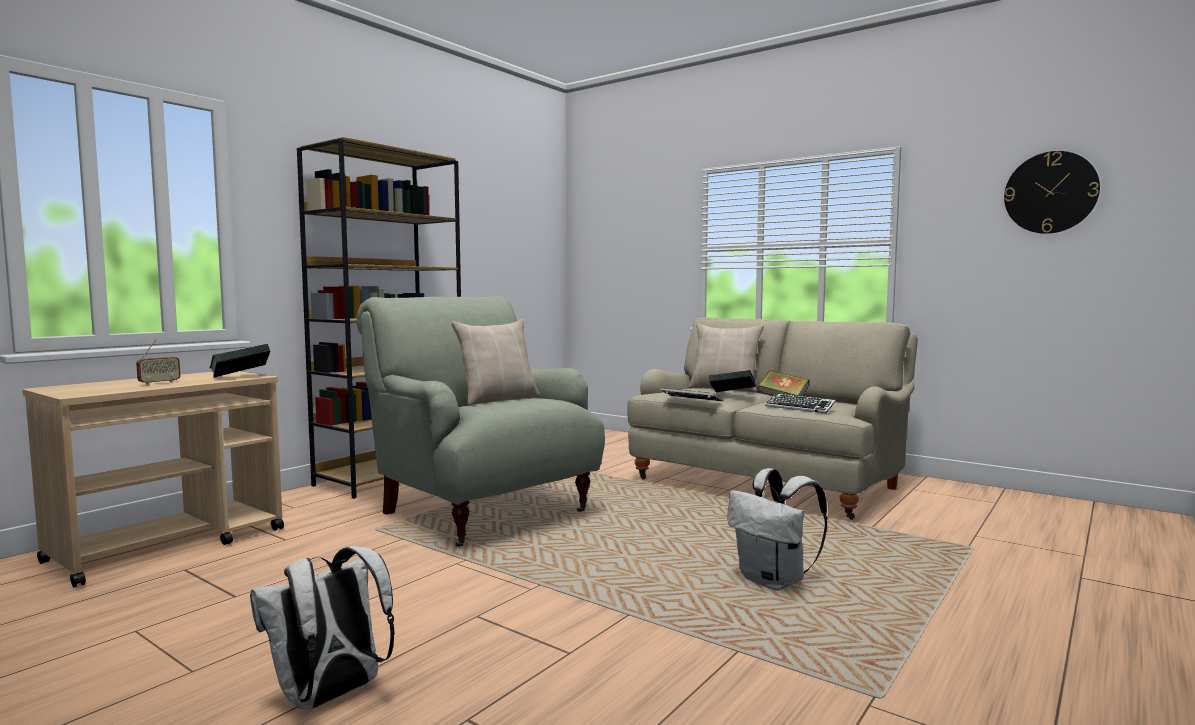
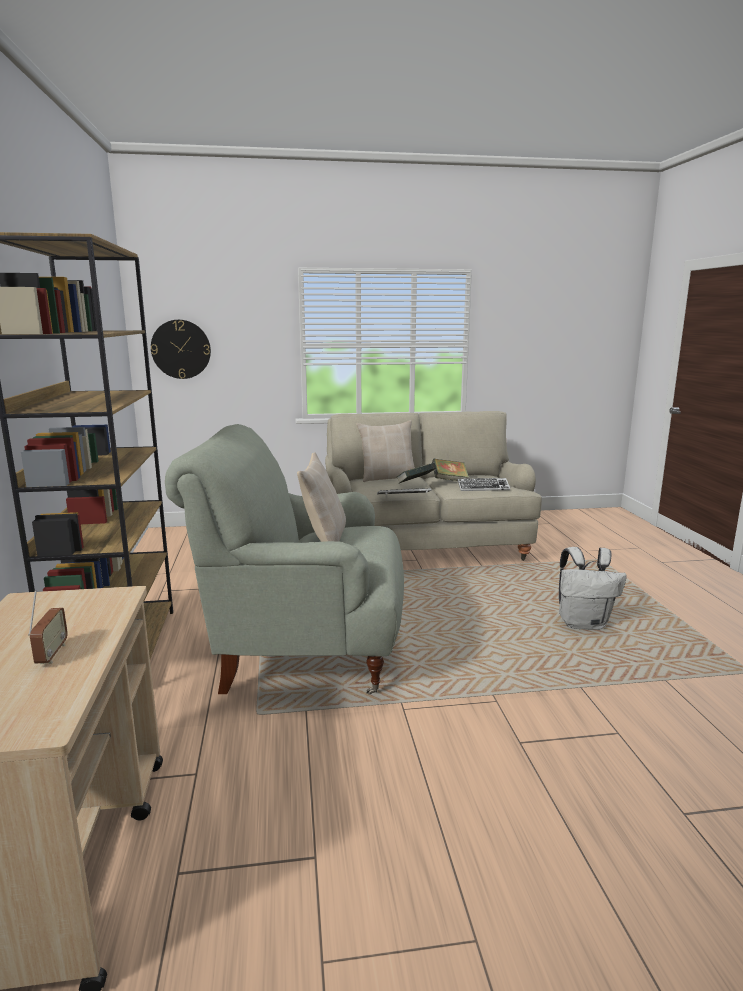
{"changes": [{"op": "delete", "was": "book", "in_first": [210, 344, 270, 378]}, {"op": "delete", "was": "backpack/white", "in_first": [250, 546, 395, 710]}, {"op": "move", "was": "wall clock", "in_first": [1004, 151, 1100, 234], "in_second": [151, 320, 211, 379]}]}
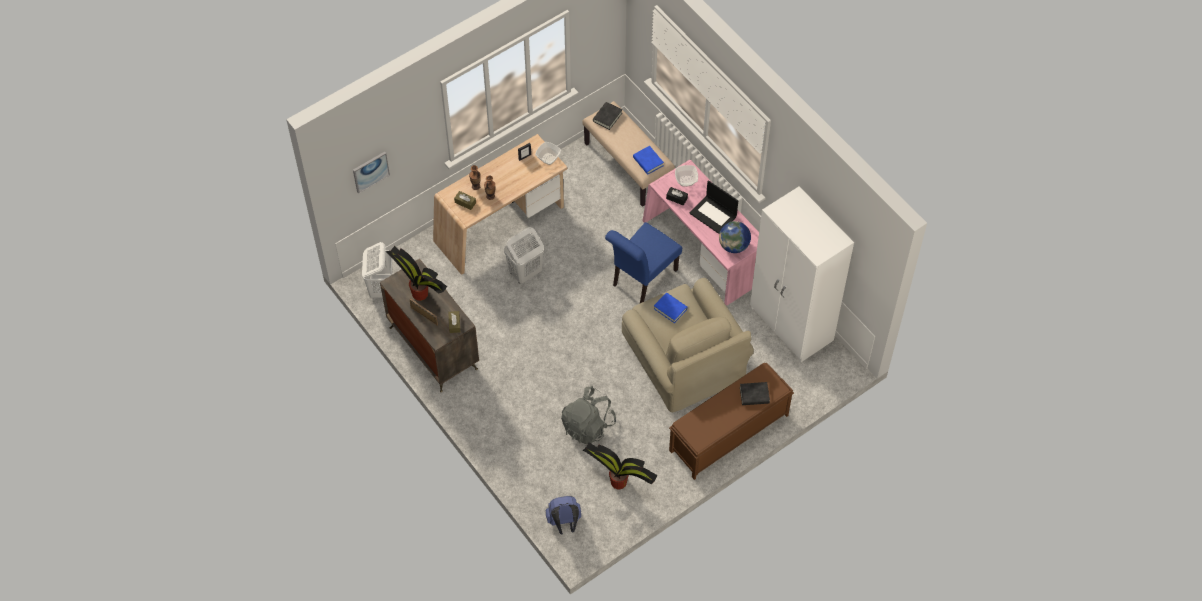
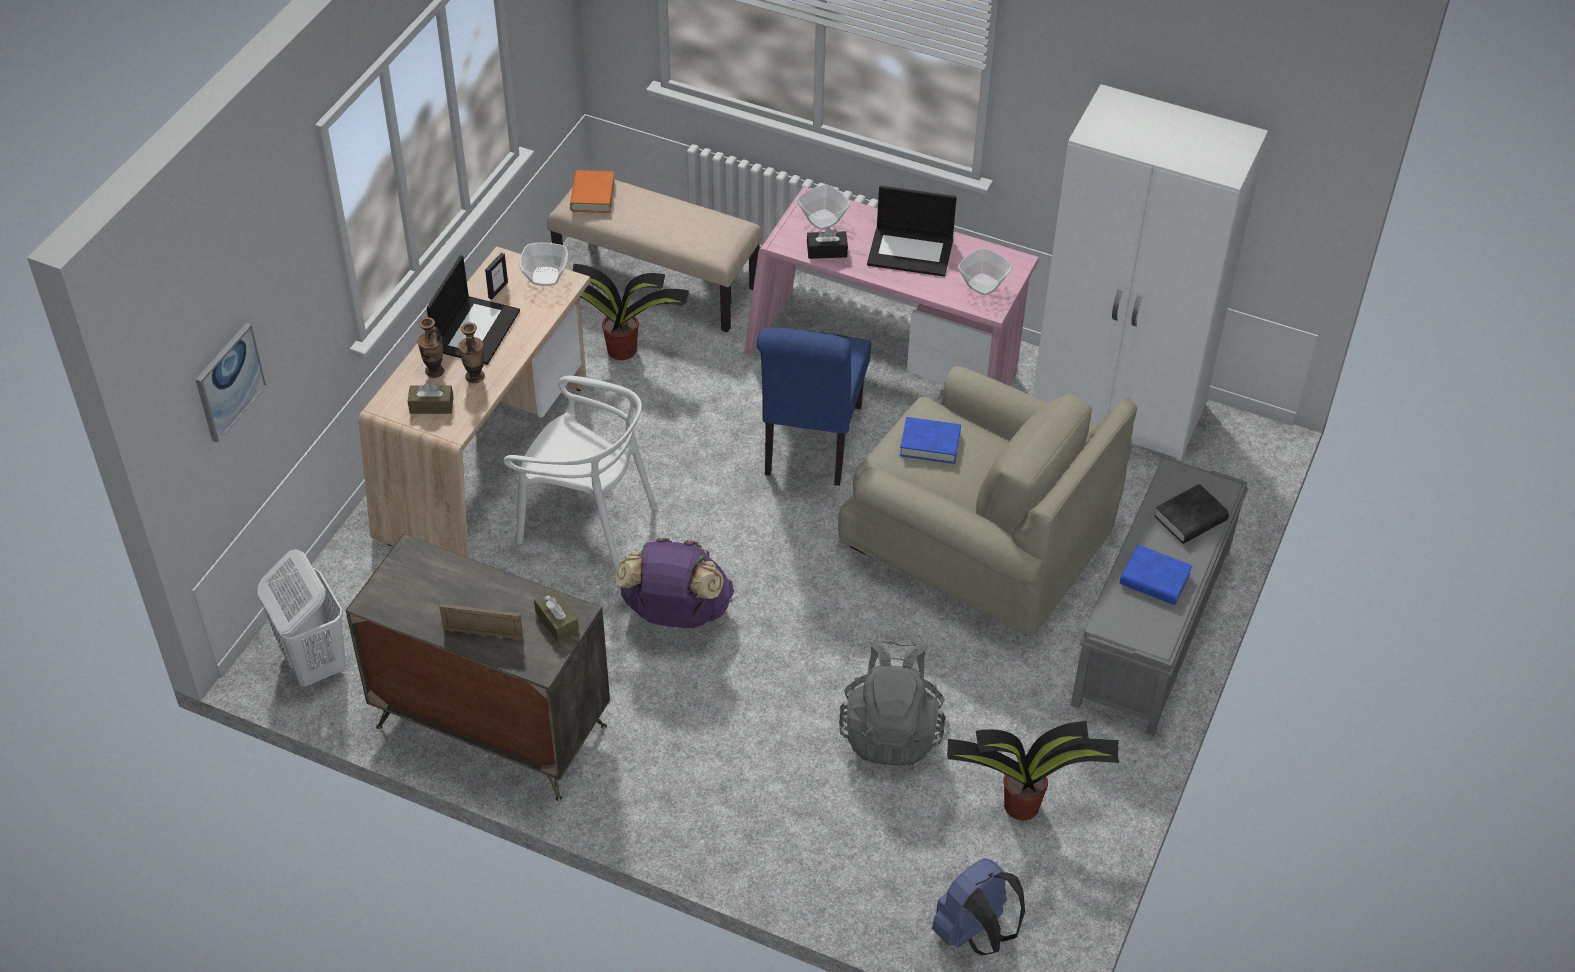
{"changes": [{"op": "move", "was": "plant in a pot", "in_first": [386, 246, 447, 301], "in_second": [573, 264, 689, 360]}, {"op": "replace", "was": "washing basket/white", "now": "plain chair/white", "in_first": [504, 227, 544, 284], "in_second": [503, 376, 657, 569]}, {"op": "recolor", "was": "book/black", "now": "book/orangey", "in_first": [593, 102, 622, 130], "in_second": [570, 170, 615, 213]}, {"op": "move", "was": "book/bluish", "in_first": [633, 146, 664, 175], "in_second": [1119, 545, 1193, 605]}, {"op": "recolor", "was": "bench/brown-coloured", "now": "bench/grey", "in_first": [669, 363, 794, 480], "in_second": [1071, 459, 1248, 736]}, {"op": "replace", "was": "desk globe", "now": "bowl", "in_first": [719, 221, 751, 253], "in_second": [958, 248, 1013, 295]}, {"op": "insert", "now": "notebook computer", "in_second": [427, 255, 520, 365]}, {"op": "insert", "now": "backpack/purplish", "in_second": [616, 538, 734, 628]}]}
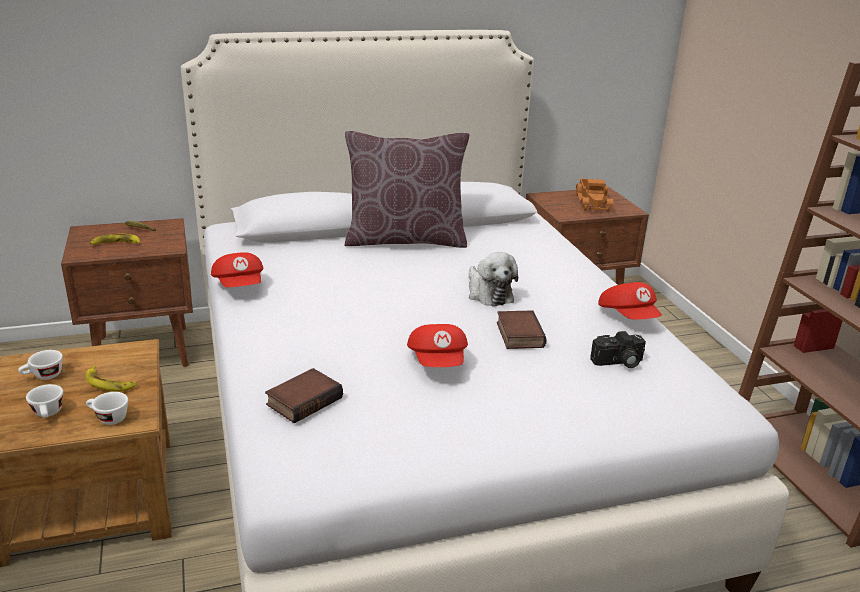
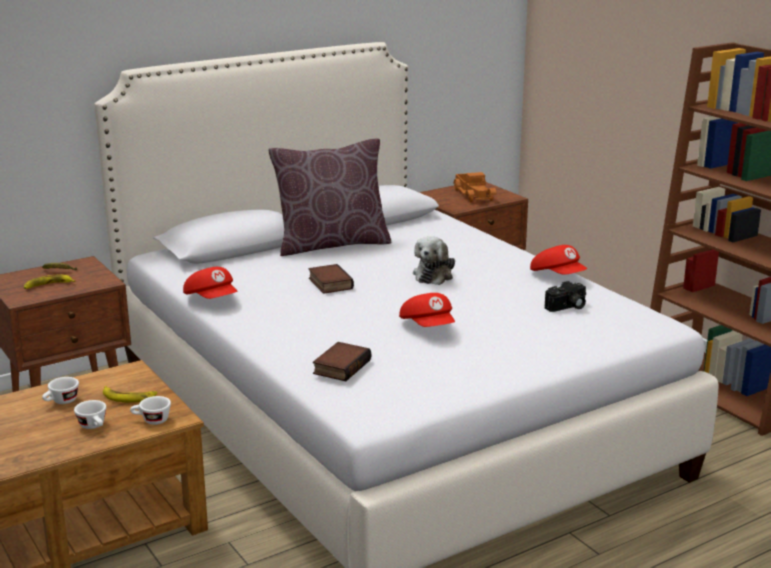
{"changes": [{"op": "rotate", "was": "cuddly toy", "in_first": [469, 252, 518, 307], "in_second": [413, 236, 455, 285], "clockwise": 60}, {"op": "move", "was": "book", "in_first": [497, 310, 547, 349], "in_second": [308, 264, 354, 294]}]}
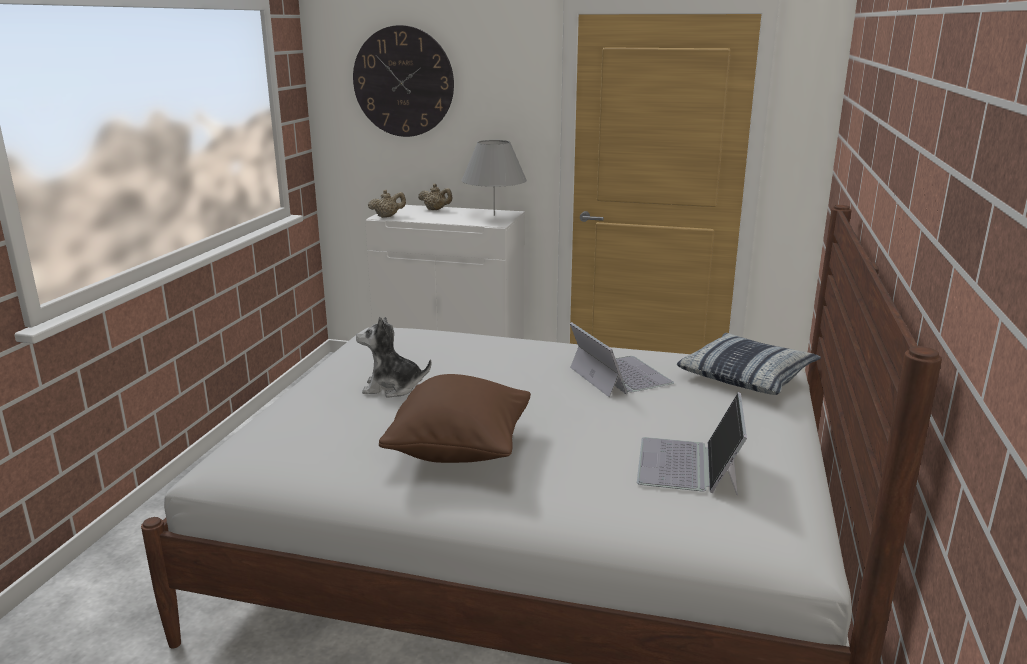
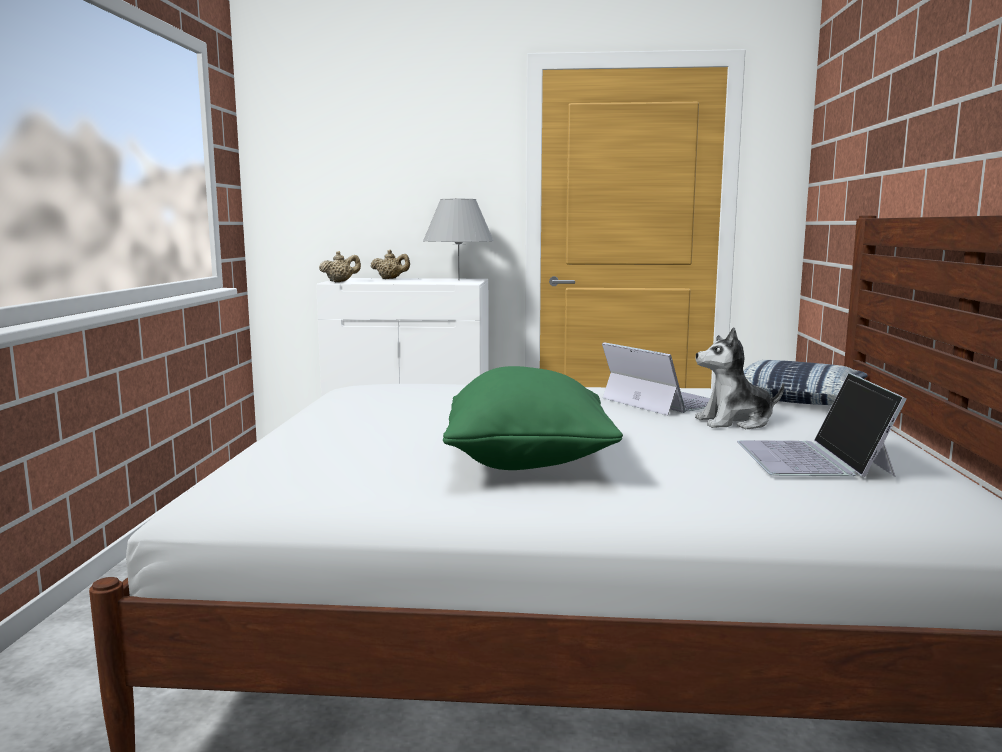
{"changes": [{"op": "delete", "was": "wall clock", "in_first": [353, 25, 454, 137]}, {"op": "move", "was": "cuddly toy", "in_first": [356, 317, 431, 398], "in_second": [695, 327, 784, 429]}, {"op": "recolor", "was": "cushion/brown-coloured", "now": "cushion/green", "in_first": [379, 374, 531, 463], "in_second": [443, 366, 623, 470]}]}
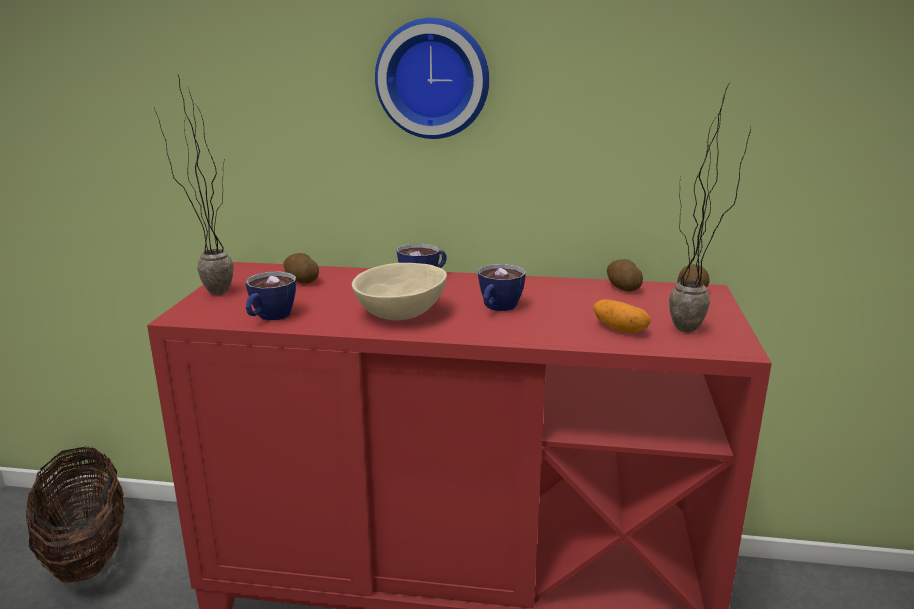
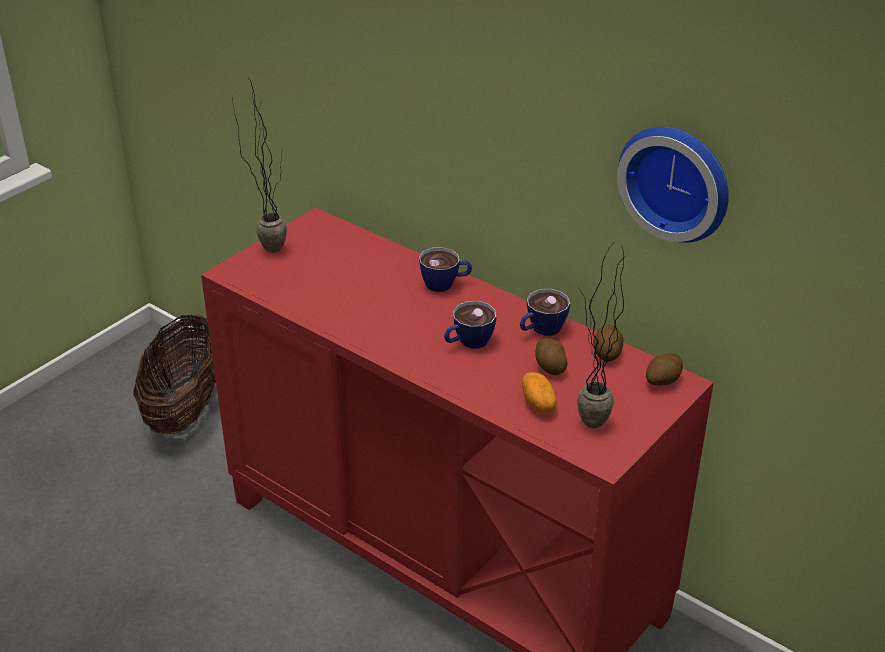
{"changes": [{"op": "move", "was": "drinking cup", "in_first": [246, 271, 296, 320], "in_second": [520, 289, 570, 336]}, {"op": "move", "was": "spud", "in_first": [284, 253, 319, 284], "in_second": [535, 338, 568, 375]}, {"op": "delete", "was": "bowl/sand-coloured", "in_first": [352, 263, 447, 321]}, {"op": "move", "was": "wall clock", "in_first": [375, 18, 489, 139], "in_second": [617, 127, 729, 243]}]}
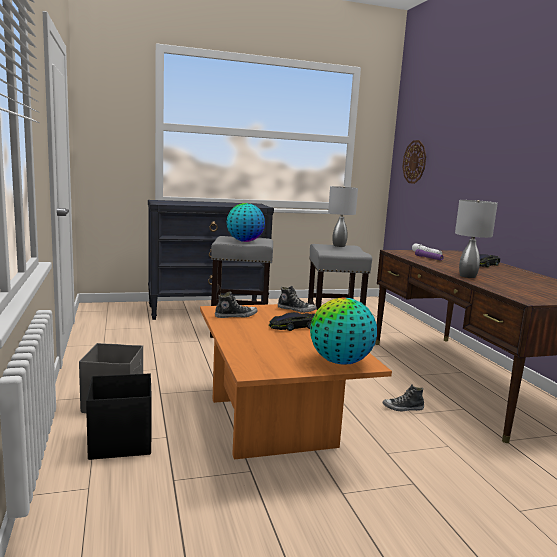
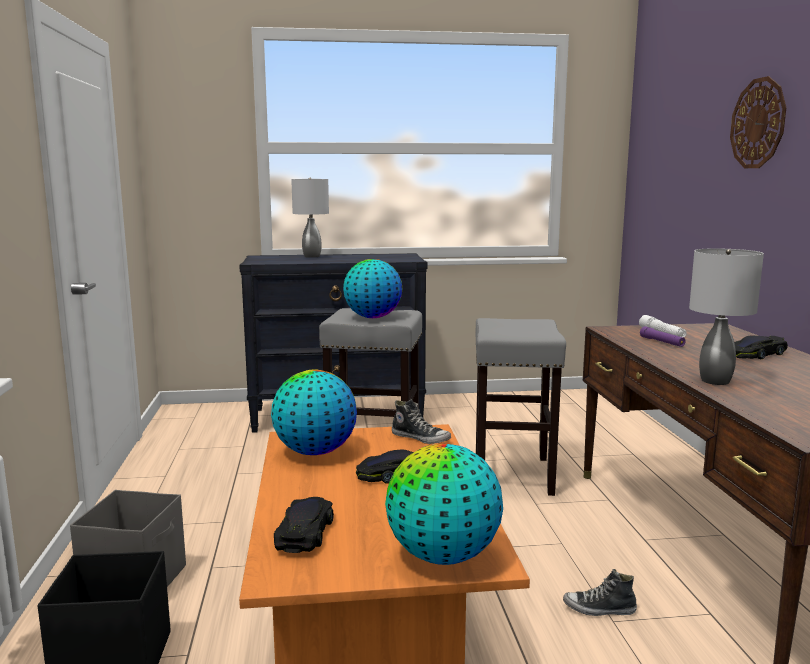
{"changes": [{"op": "replace", "was": "low shoe", "now": "desk globe", "in_first": [215, 291, 257, 318], "in_second": [271, 370, 357, 455]}, {"op": "move", "was": "table lamp/grey", "in_first": [328, 186, 358, 247], "in_second": [291, 178, 329, 258]}, {"op": "move", "was": "wall clock", "in_first": [402, 140, 426, 184], "in_second": [730, 76, 786, 168]}, {"op": "insert", "now": "toy car/black", "in_second": [274, 497, 334, 553]}]}
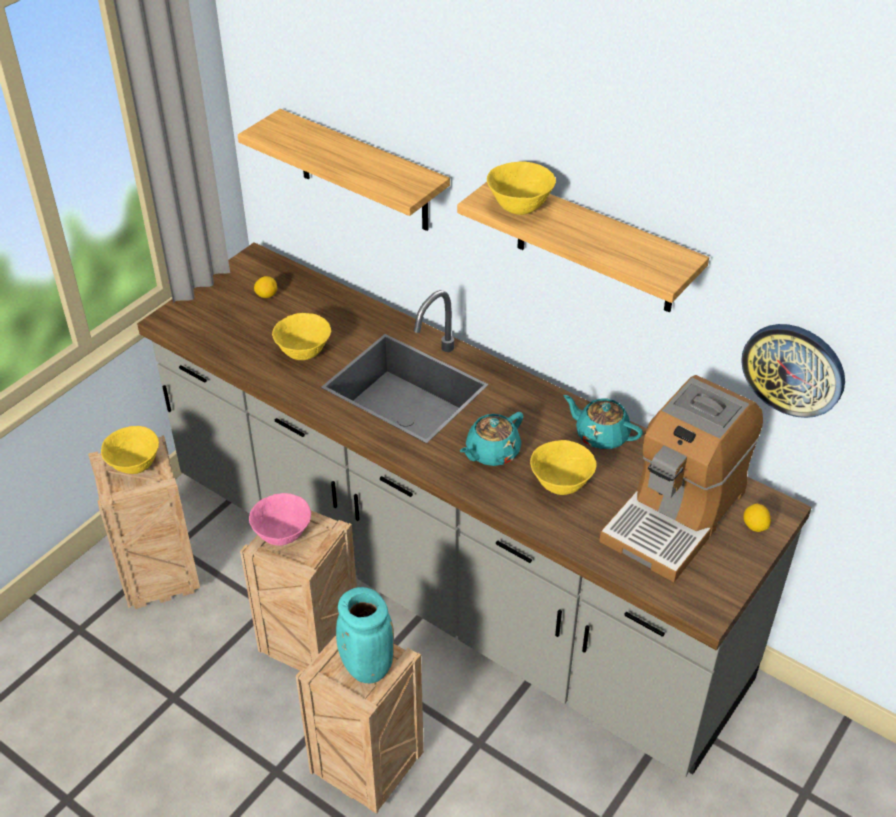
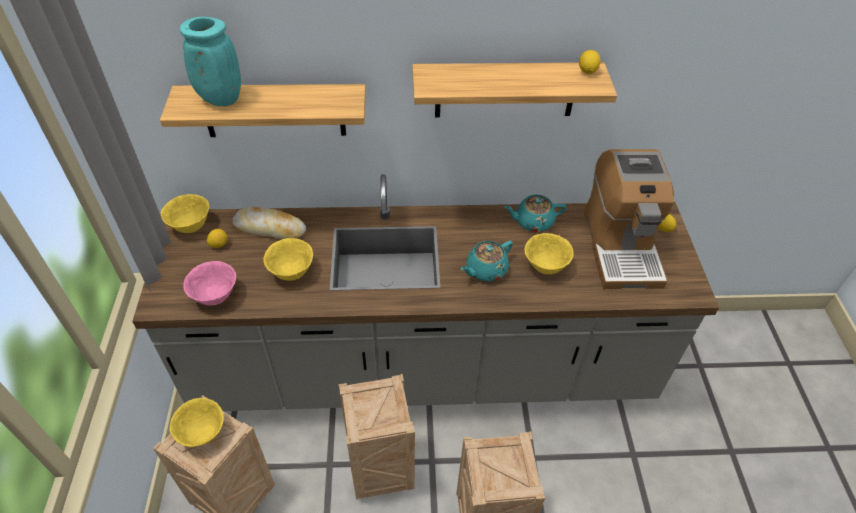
{"changes": [{"op": "move", "was": "bowl/pink", "in_first": [249, 493, 311, 546], "in_second": [183, 261, 236, 306]}, {"op": "move", "was": "flower vase/blue-green", "in_first": [336, 587, 394, 683], "in_second": [180, 17, 241, 106]}, {"op": "rotate", "was": "teapot/blue-green", "in_first": [460, 412, 524, 466], "in_second": [461, 241, 513, 281], "clockwise": 45}, {"op": "move", "was": "bowl/yellowish", "in_first": [487, 162, 556, 215], "in_second": [161, 194, 209, 233]}, {"op": "delete", "was": "wall clock", "in_first": [741, 324, 845, 418]}, {"op": "insert", "now": "bakery bread", "in_second": [233, 207, 306, 239]}, {"op": "insert", "now": "whole lemon", "in_second": [579, 50, 601, 74]}]}
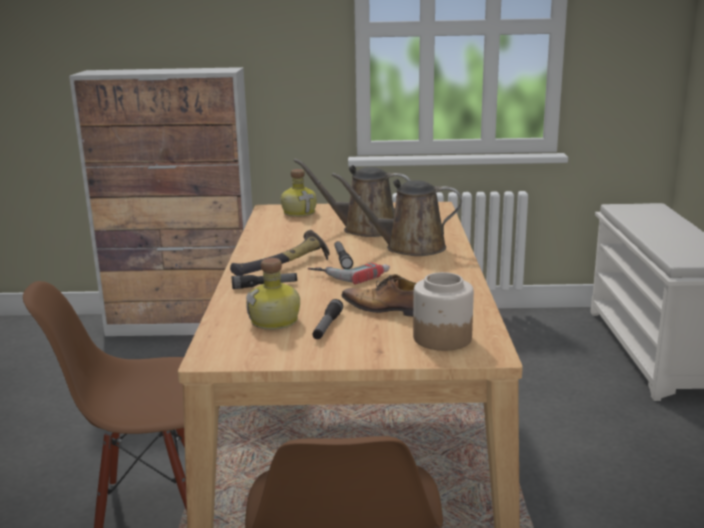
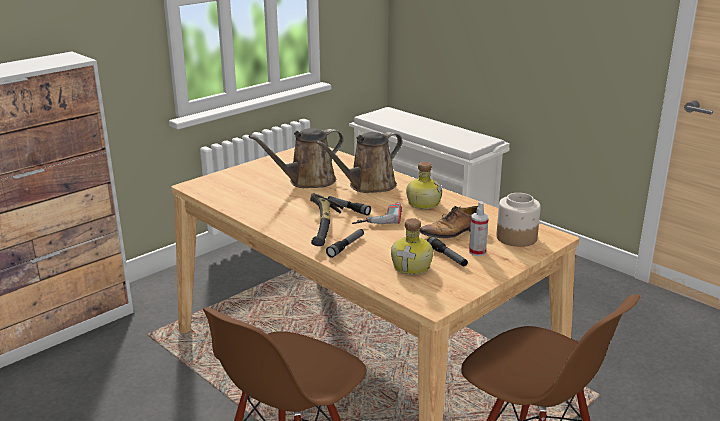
{"changes": [{"op": "move", "was": "beverage bottle", "in_first": [281, 169, 317, 217], "in_second": [406, 162, 442, 209]}, {"op": "insert", "now": "hand sprayer", "in_second": [469, 201, 489, 256]}]}
